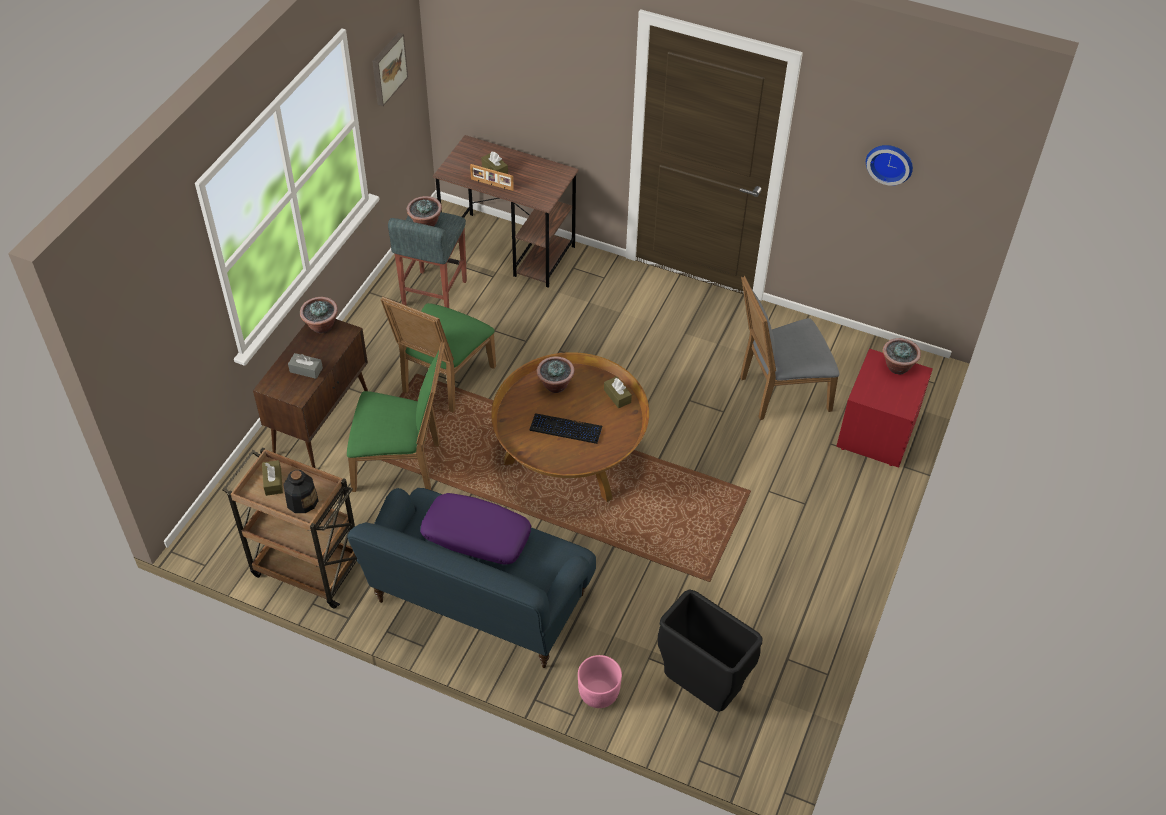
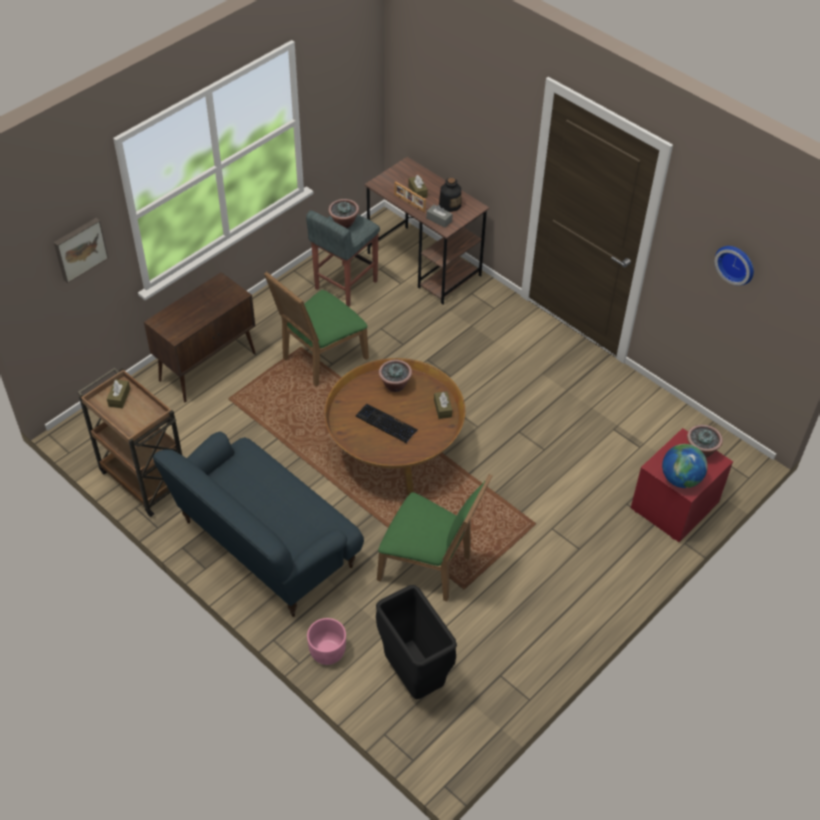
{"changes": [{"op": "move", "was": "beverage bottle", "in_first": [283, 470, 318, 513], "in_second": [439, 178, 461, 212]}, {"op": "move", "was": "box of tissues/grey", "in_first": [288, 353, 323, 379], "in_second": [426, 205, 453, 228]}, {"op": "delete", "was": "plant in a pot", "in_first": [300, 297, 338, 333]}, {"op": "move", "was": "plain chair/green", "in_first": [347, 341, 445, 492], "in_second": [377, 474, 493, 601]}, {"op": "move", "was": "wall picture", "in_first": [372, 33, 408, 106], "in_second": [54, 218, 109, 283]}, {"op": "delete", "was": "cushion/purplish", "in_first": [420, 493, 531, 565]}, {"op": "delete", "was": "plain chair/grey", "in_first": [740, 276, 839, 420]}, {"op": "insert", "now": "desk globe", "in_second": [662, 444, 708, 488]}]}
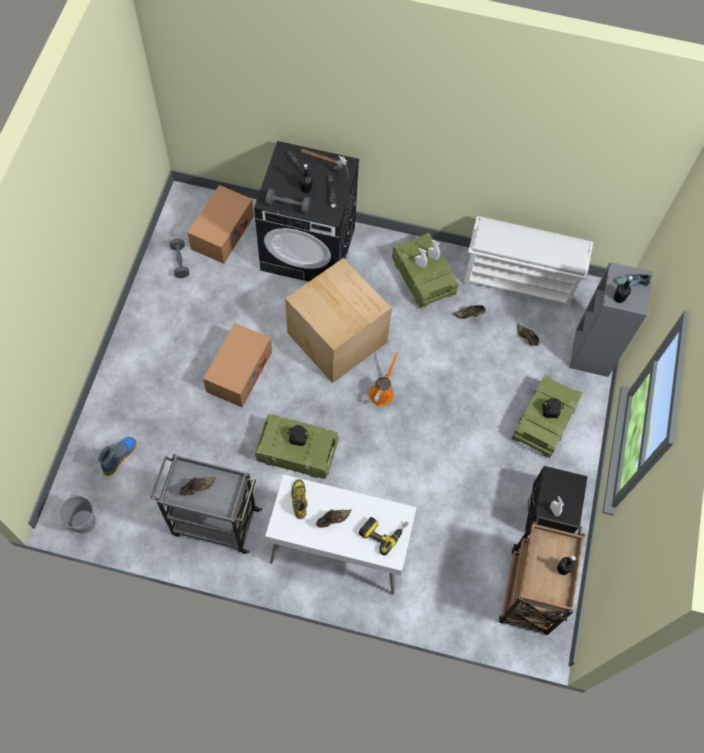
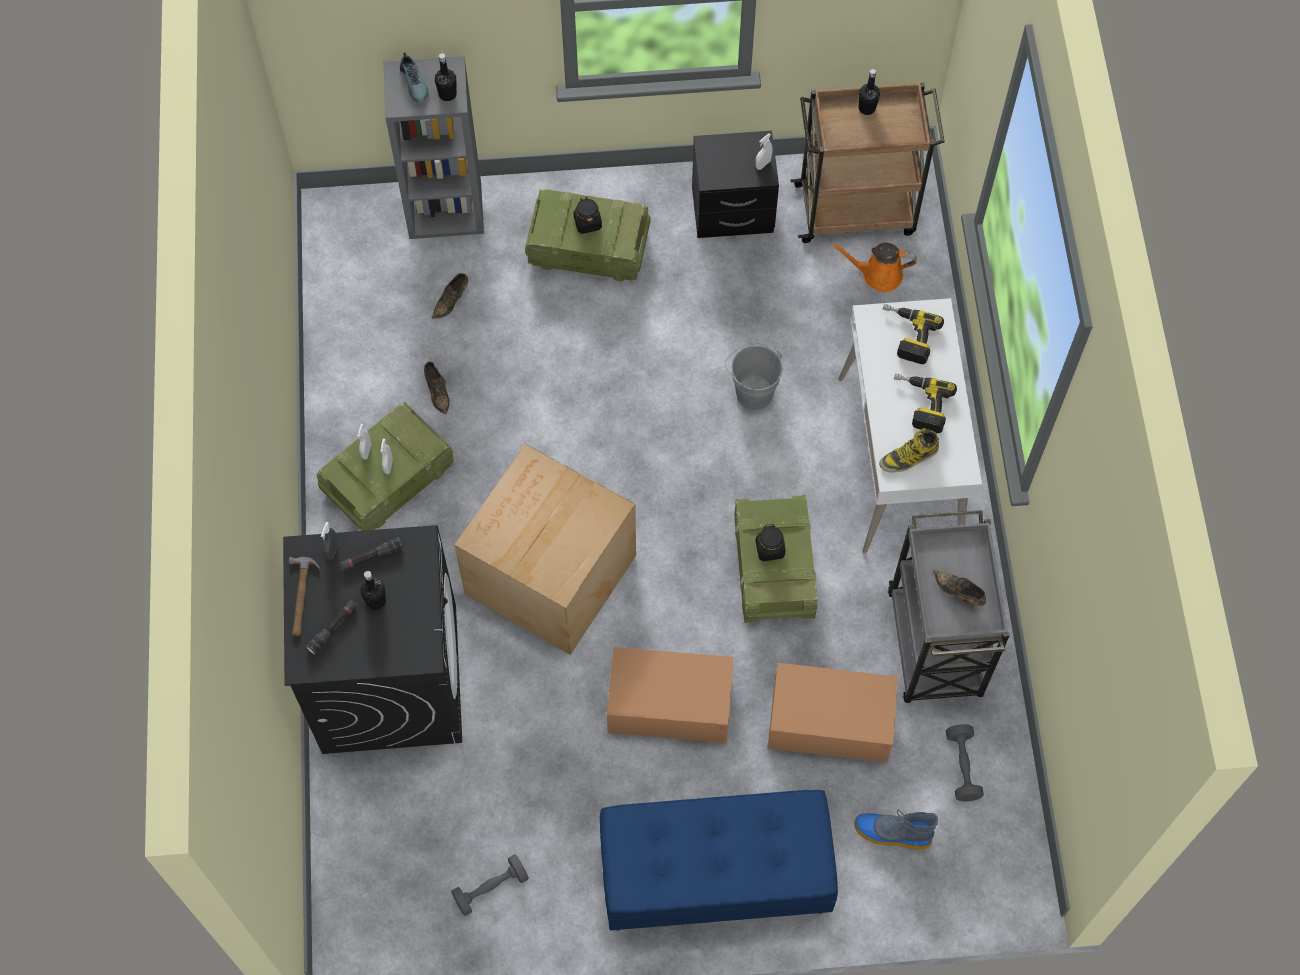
{"changes": [{"op": "move", "was": "water bucket/grey", "in_first": [59, 493, 101, 534], "in_second": [725, 343, 783, 410]}, {"op": "move", "was": "carton", "in_first": [187, 185, 254, 264], "in_second": [768, 663, 898, 763]}, {"op": "move", "was": "dumbbell/grey", "in_first": [265, 189, 311, 214], "in_second": [946, 724, 984, 801]}, {"op": "replace", "was": "low shoe/brown-coloured", "now": "electric drill", "in_first": [316, 509, 352, 528], "in_second": [894, 373, 957, 433]}, {"op": "move", "was": "watering can/orangey", "in_first": [369, 352, 398, 406], "in_second": [830, 242, 917, 292]}, {"op": "delete", "was": "shoe shelf/white", "in_first": [463, 216, 593, 308]}, {"op": "insert", "now": "bench/bluish", "in_second": [600, 790, 838, 931]}]}
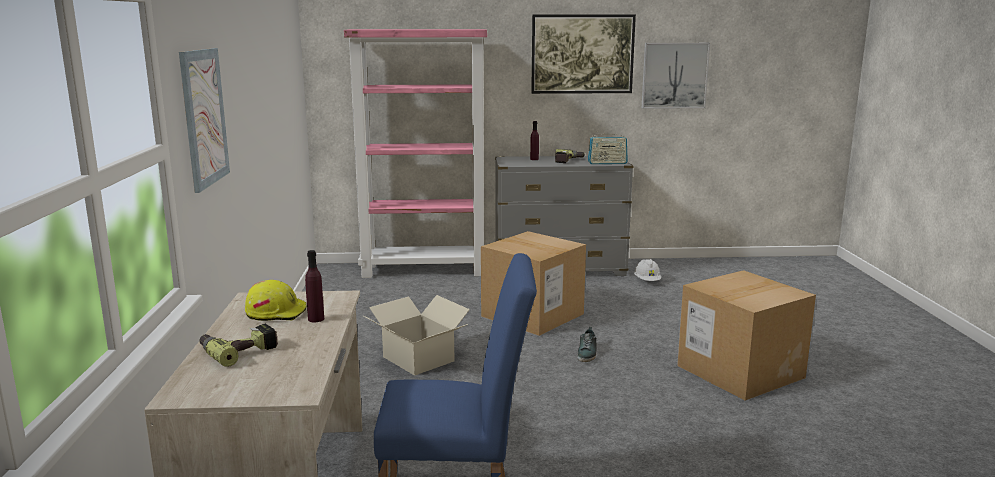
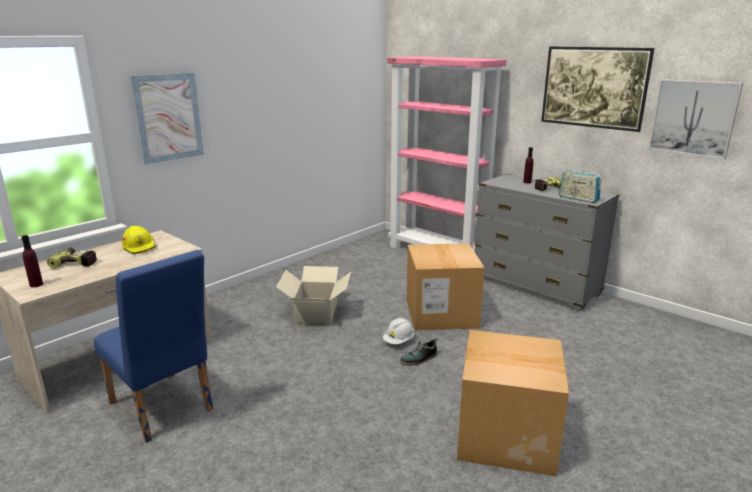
{"changes": [{"op": "move", "was": "beverage bottle/purplish", "in_first": [305, 250, 324, 322], "in_second": [21, 235, 43, 287]}, {"op": "move", "was": "work helmet/white", "in_first": [634, 259, 661, 281], "in_second": [383, 318, 415, 344]}]}
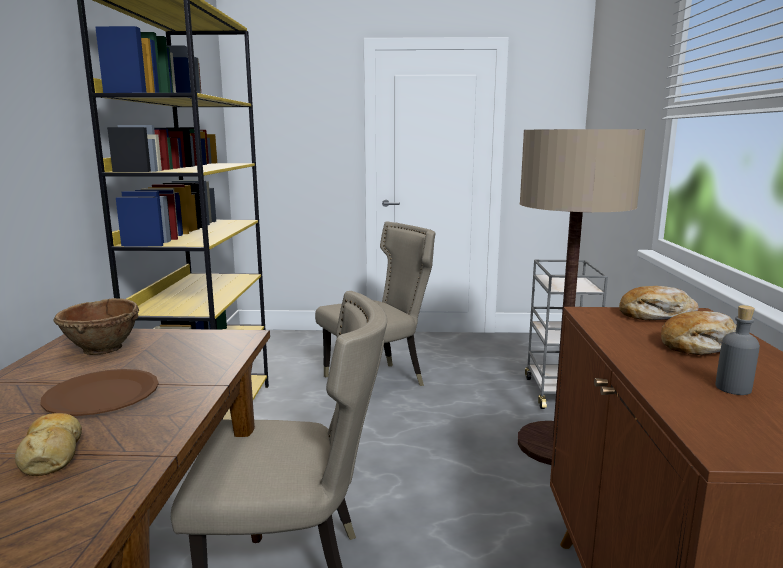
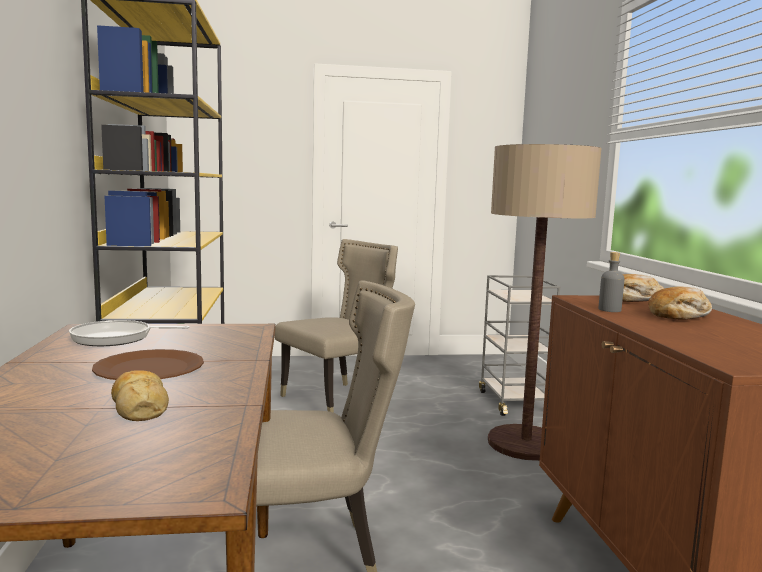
{"changes": [{"op": "replace", "was": "bowl/brown-coloured", "now": "pan", "in_first": [53, 298, 139, 355], "in_second": [69, 320, 190, 346]}, {"op": "move", "was": "beverage bottle/grey", "in_first": [716, 305, 760, 395], "in_second": [599, 252, 625, 312]}]}
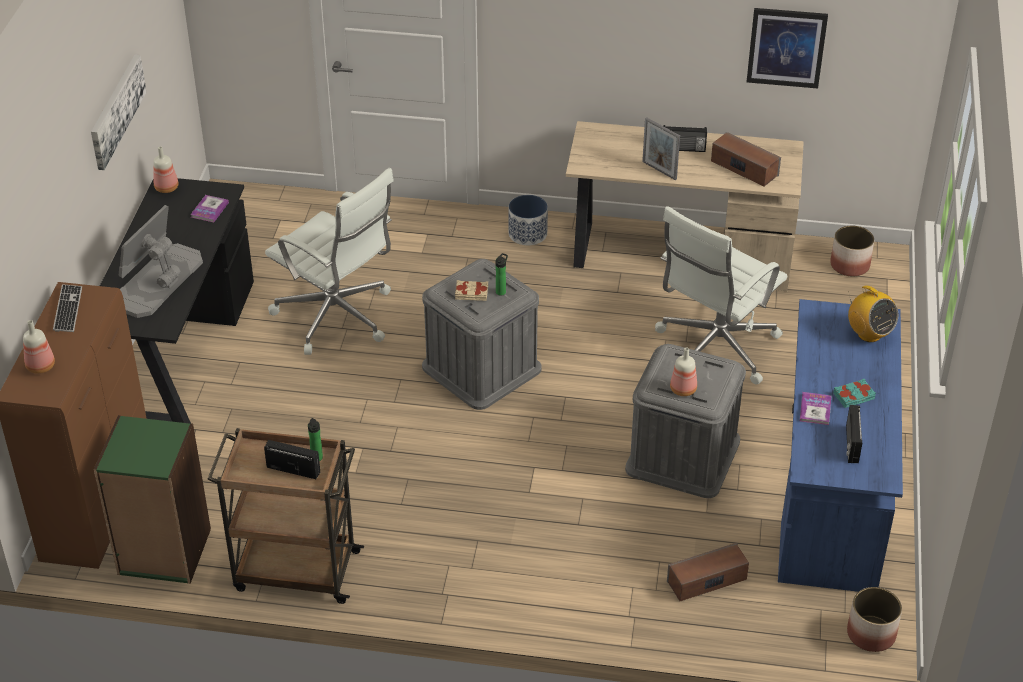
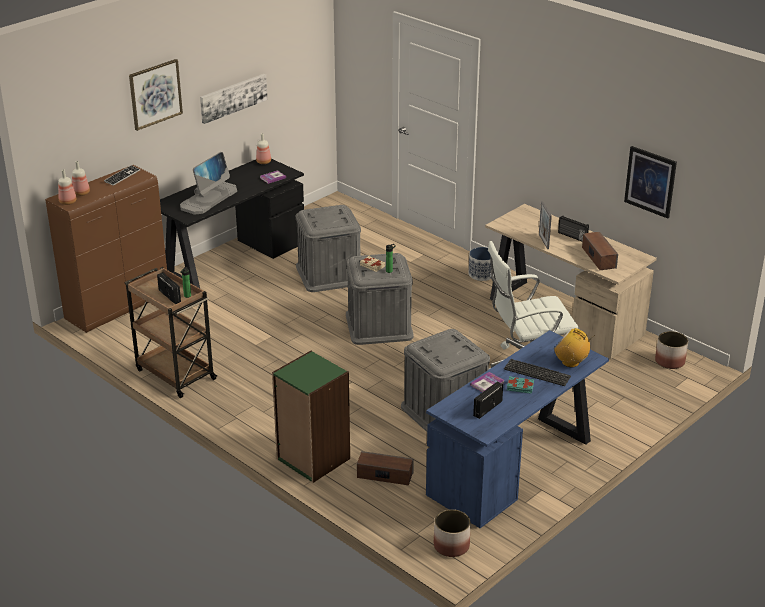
{"changes": [{"op": "move", "was": "bookshelf/green", "in_first": [94, 415, 211, 584], "in_second": [272, 351, 350, 483]}, {"op": "rotate", "was": "monitor", "in_first": [119, 205, 203, 318], "in_second": [180, 152, 237, 215], "clockwise": 150}, {"op": "replace", "was": "office chair/white", "now": "storage box/grey", "in_first": [265, 168, 394, 355], "in_second": [296, 205, 361, 292]}, {"op": "move", "was": "beverage bottle", "in_first": [670, 347, 697, 396], "in_second": [58, 169, 77, 205]}, {"op": "rotate", "was": "radio set", "in_first": [848, 286, 898, 342], "in_second": [554, 328, 595, 367], "clockwise": 120}, {"op": "insert", "now": "wall picture", "in_second": [129, 59, 183, 131]}, {"op": "insert", "now": "computer keyboard", "in_second": [504, 359, 571, 386]}]}
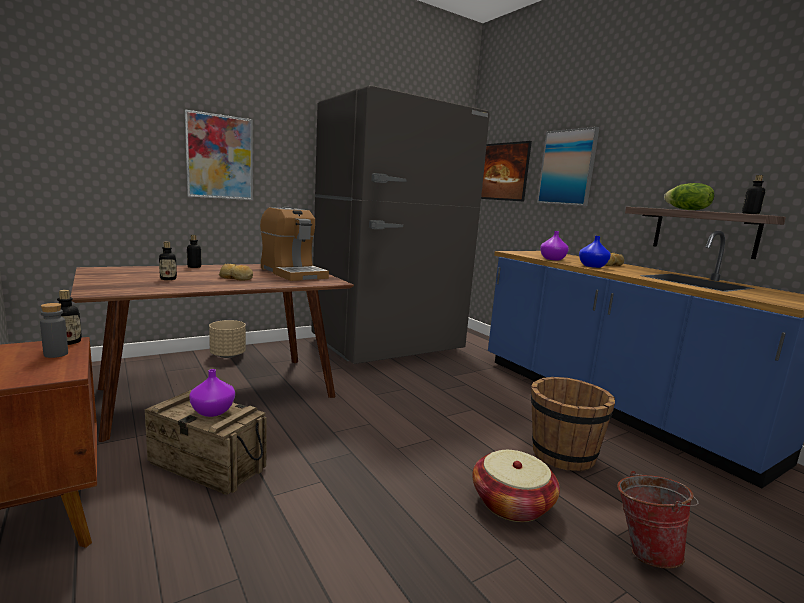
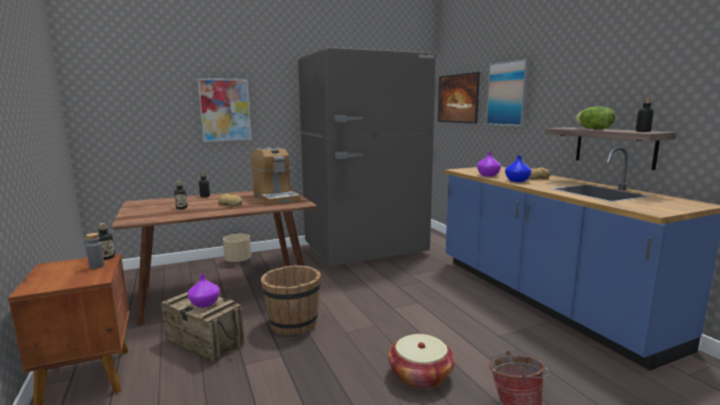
{"changes": [{"op": "move", "was": "water bucket/brown-coloured", "in_first": [531, 377, 615, 471], "in_second": [261, 265, 321, 335]}]}
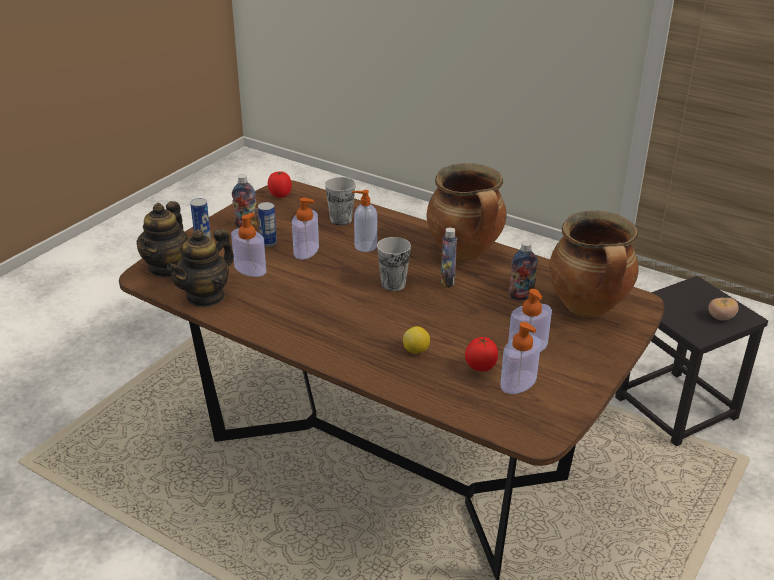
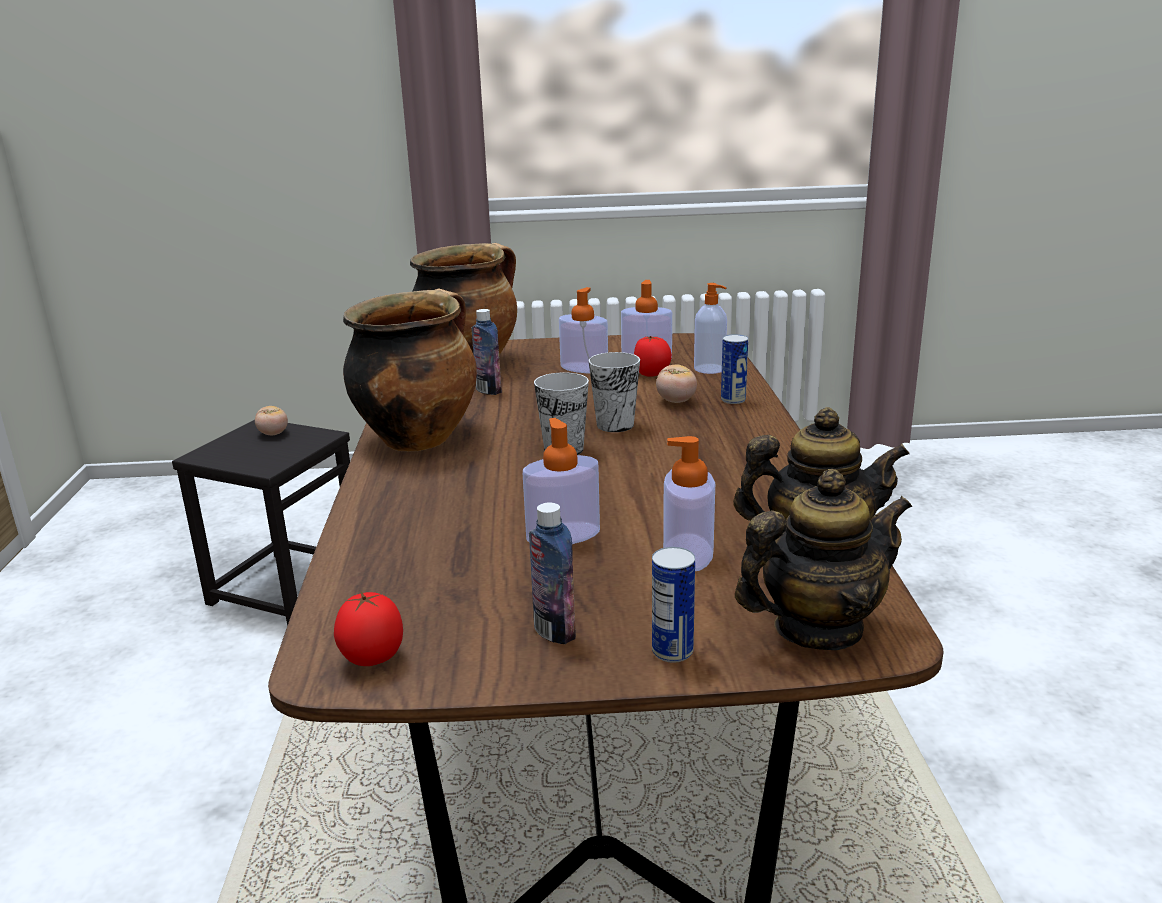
{"changes": [{"op": "move", "was": "metal can", "in_first": [258, 202, 277, 247], "in_second": [721, 334, 748, 404]}, {"op": "move", "was": "drinking cup", "in_first": [325, 177, 355, 226], "in_second": [589, 352, 640, 432]}, {"op": "move", "was": "liquid soap bottle", "in_first": [352, 190, 377, 252], "in_second": [694, 283, 727, 374]}, {"op": "replace", "was": "whole lemon", "now": "tomato", "in_first": [403, 326, 430, 353], "in_second": [656, 364, 697, 403]}, {"op": "delete", "was": "beverage bottle", "in_first": [440, 227, 457, 288]}]}
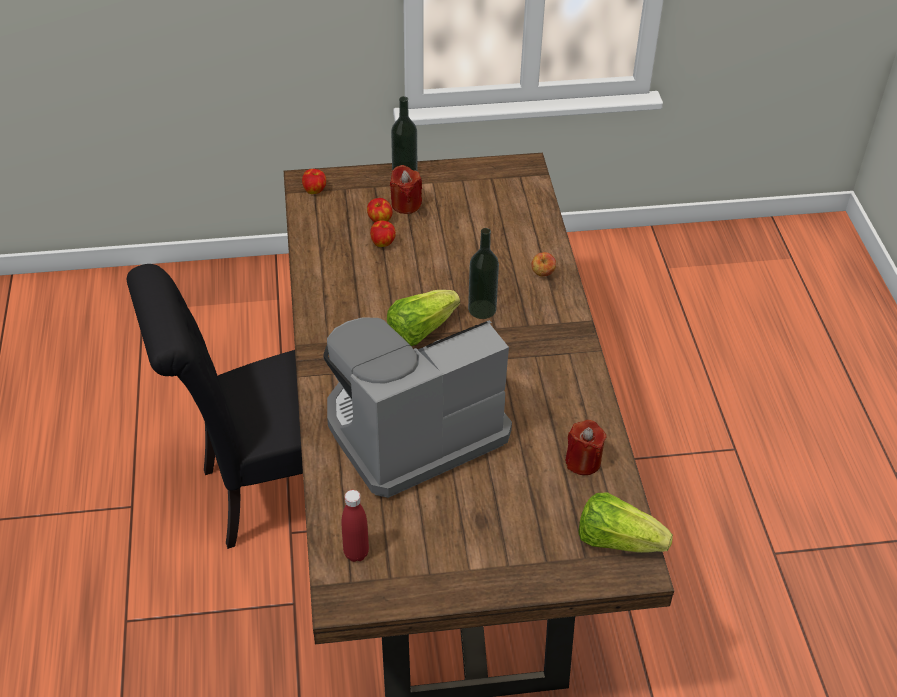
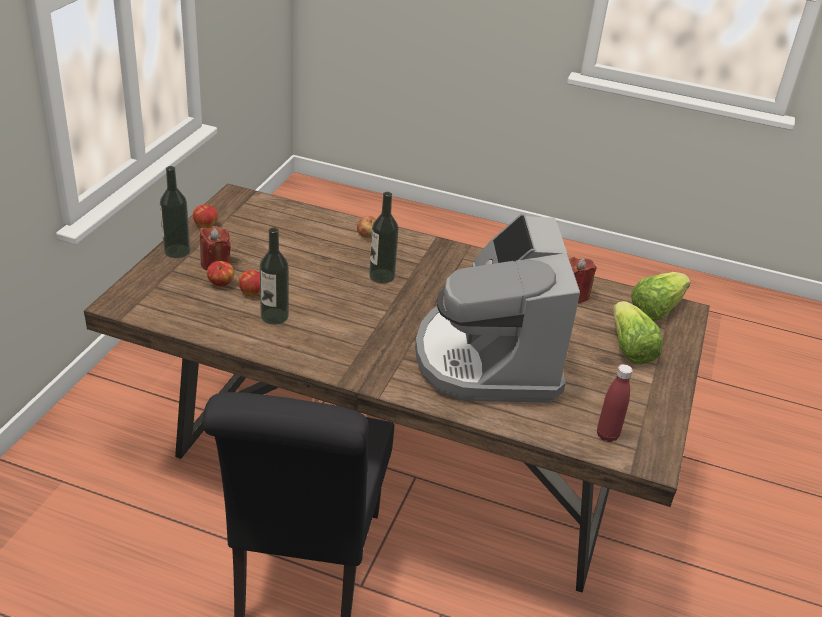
{"changes": [{"op": "move", "was": "apple fruit", "in_first": [302, 169, 326, 194], "in_second": [193, 205, 218, 228]}, {"op": "move", "was": "head of lettuce", "in_first": [387, 290, 460, 346], "in_second": [613, 301, 663, 364]}, {"op": "insert", "now": "beverage bottle", "in_second": [260, 227, 289, 325]}]}
